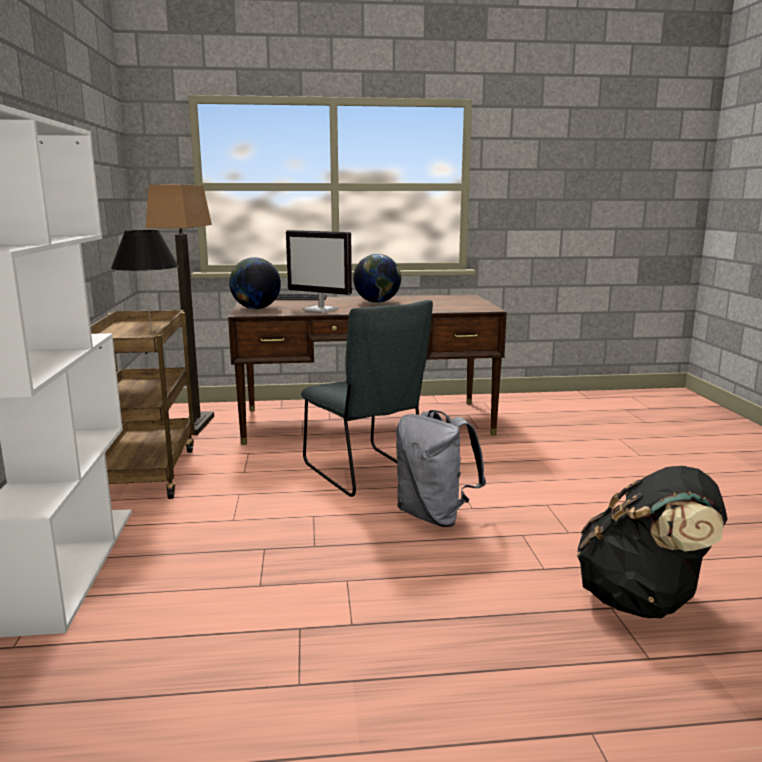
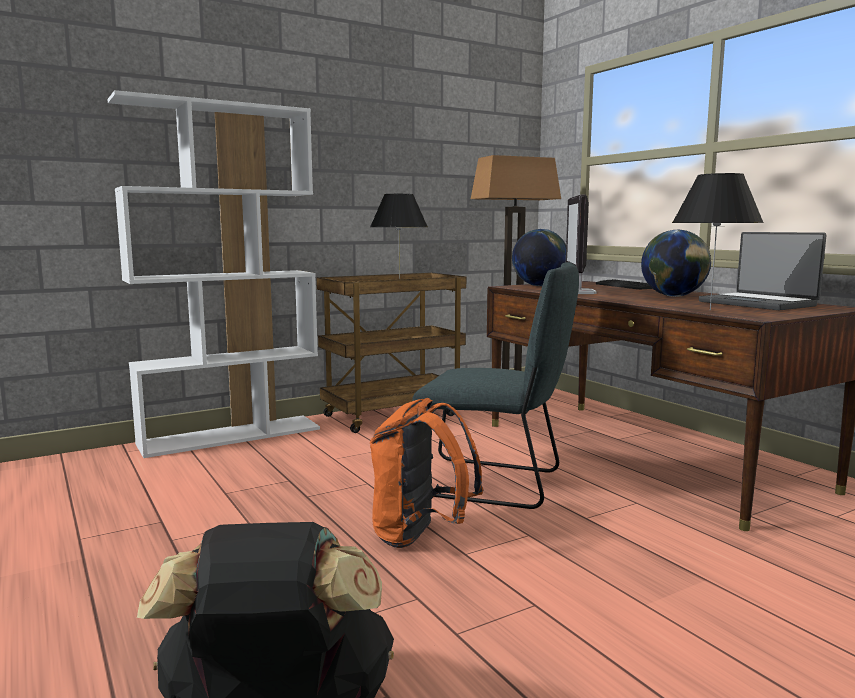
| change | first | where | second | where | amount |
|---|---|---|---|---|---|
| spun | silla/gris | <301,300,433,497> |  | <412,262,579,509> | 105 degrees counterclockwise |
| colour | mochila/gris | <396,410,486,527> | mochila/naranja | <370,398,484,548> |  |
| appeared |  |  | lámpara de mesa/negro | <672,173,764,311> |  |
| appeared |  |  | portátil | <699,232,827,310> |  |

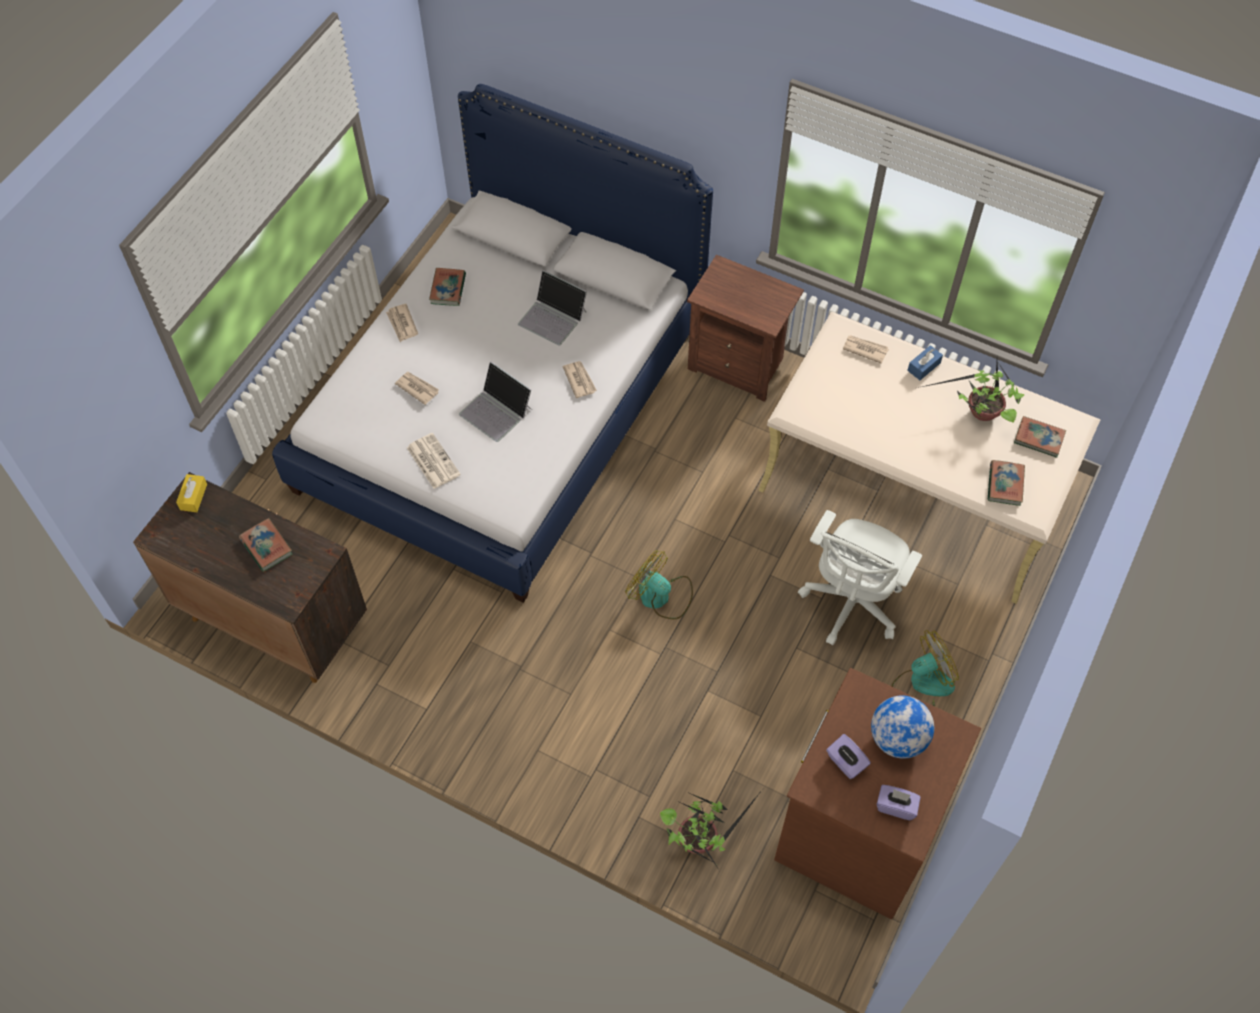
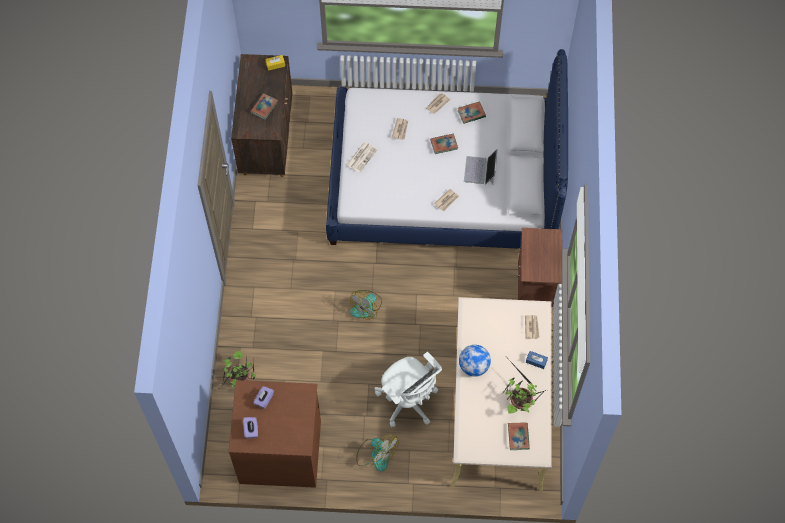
| change | first | where | second | where | amount |
|---|---|---|---|---|---|
| missing | portátil | <459,362,532,442> |  |  |  |
| relocated | libro | <988,460,1025,506> |  | <430,134,458,154> |  |
| spun | silla de oficina/blanco | <798,510,922,645> |  | <375,352,442,427> | 135 degrees counterclockwise |
| spun | ventilador | <625,550,693,619> |  | <350,290,382,320> | 150 degrees counterclockwise |
| relocated | globo terráqueo | <871,695,934,759> |  | <459,345,491,377> |  |

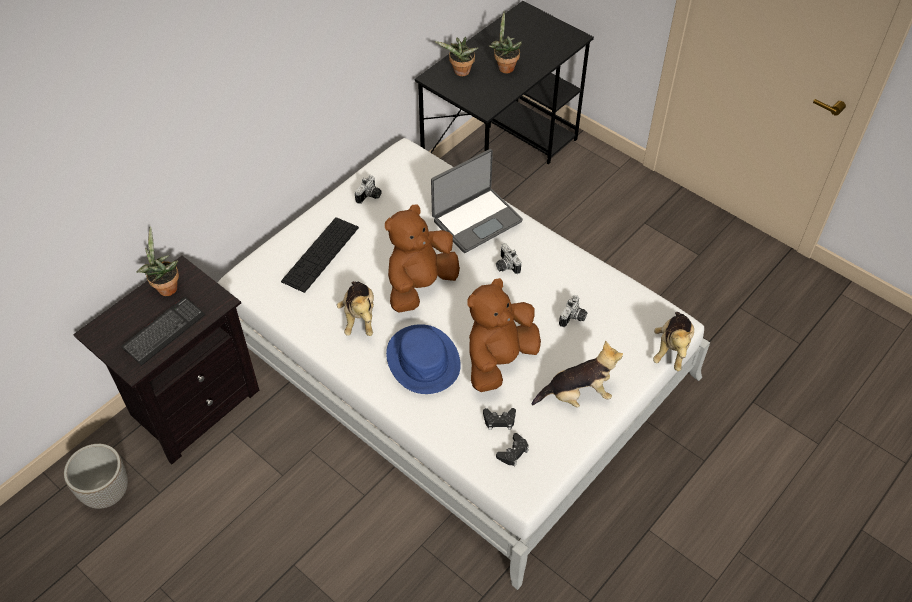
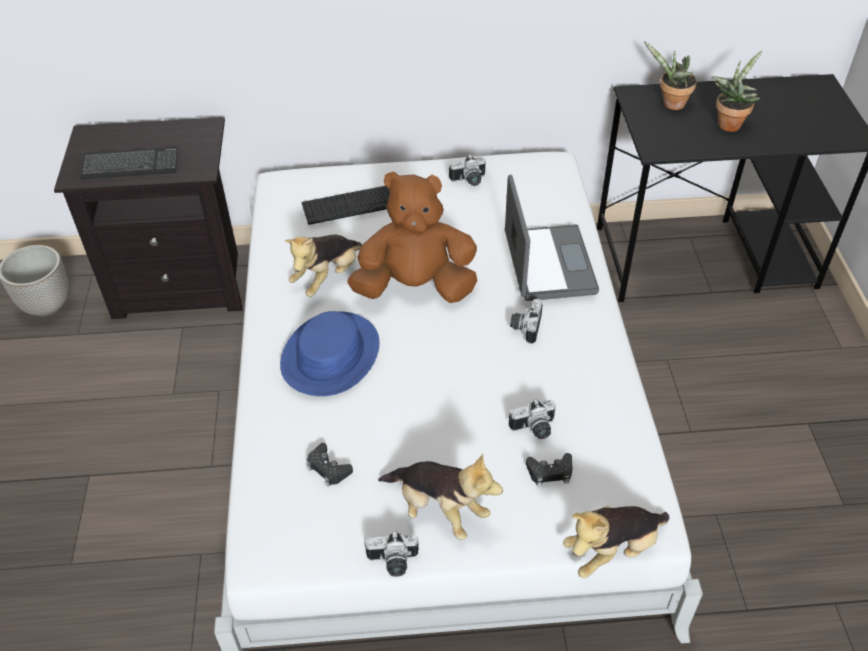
| change | first | where | second | where | amount |
|---|---|---|---|---|---|
| spun | portátil | <431,149,523,253> |  | <505,175,599,301> | 105 degrees counterclockwise |
| missing | planta en maceta | <136,226,179,296> |  |  |  |
| missing | peluche/marrón | <467,278,541,392> |  |  |  |
| relocated | mando de consola/negro | <496,433,529,466> |  | <526,453,573,486> |  |
| appeared |  |  | cámara | <365,531,419,577> |  |

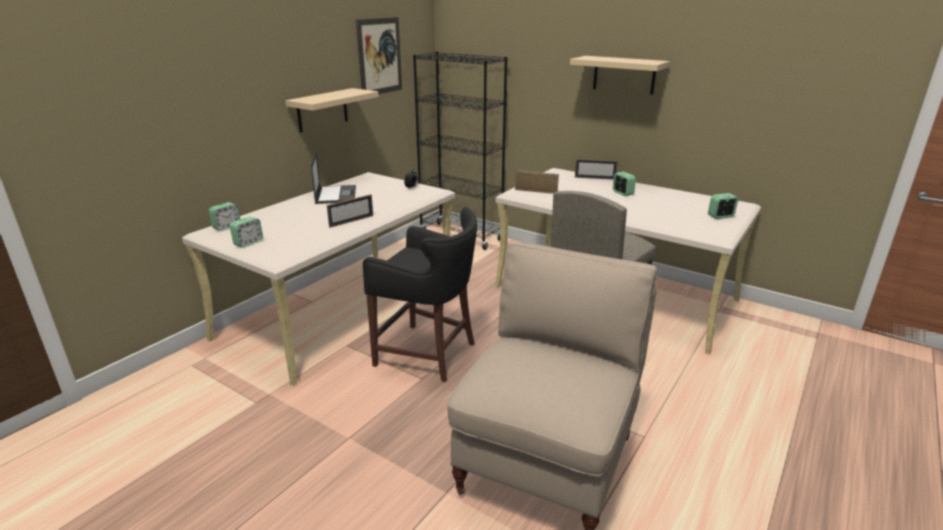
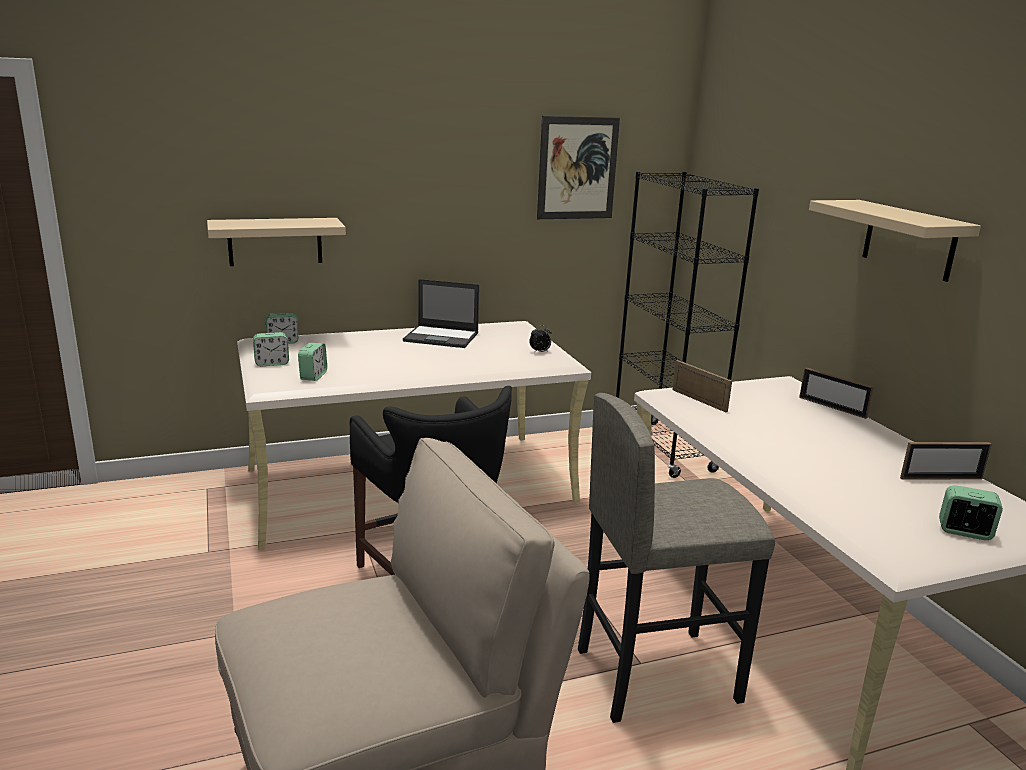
| change | first | where | second | where | amount |
|---|---|---|---|---|---|
| relocated | estante/beis | <285,88,379,133> |  | <207,218,346,266> |  |
| spun | portátil | <310,152,356,204> |  | <403,279,479,348> | 75 degrees clockwise |
| relocated | despertador | <613,172,636,196> |  | <298,343,327,381> |  |
| relocated | portarretratos | <327,194,373,228> |  | <900,442,992,480> |  |

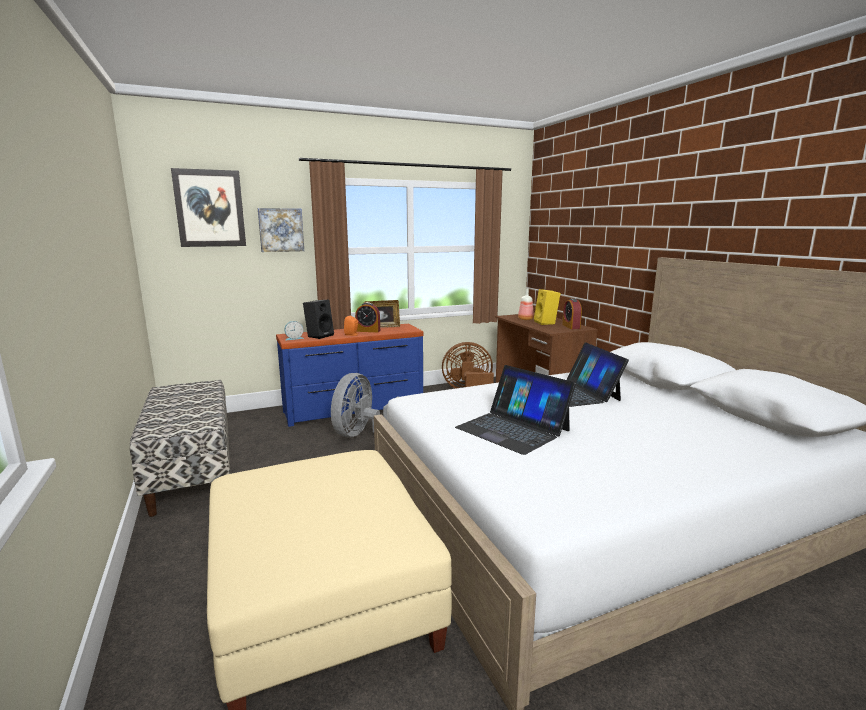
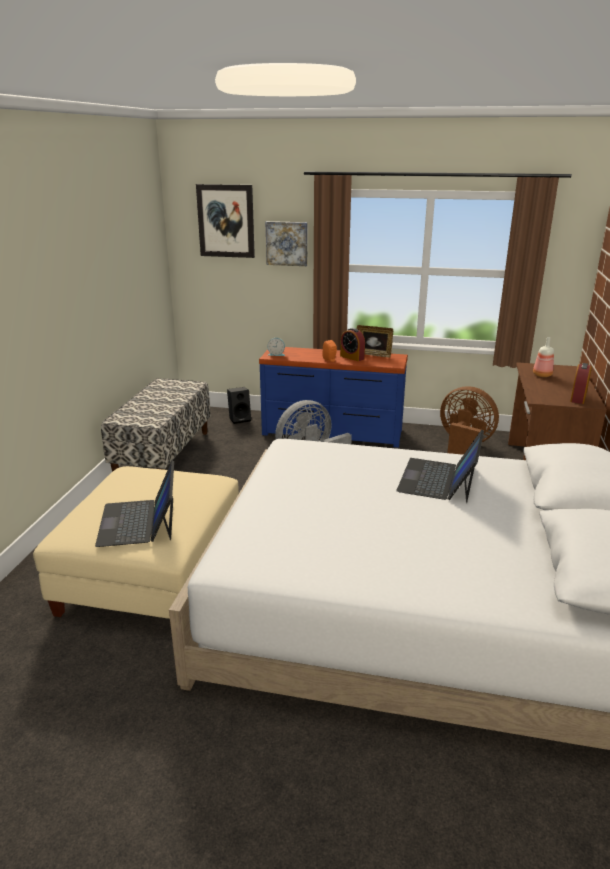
| change | first | where | second | where | amount |
|---|---|---|---|---|---|
| missing | altavoz/amarillo | <534,289,561,325> |  |  |  |
| relocated | altavoz/negro | <303,300,334,339> |  | <227,387,251,424> |  |
| relocated | portátil | <455,365,576,455> |  | <95,461,174,547> |  |

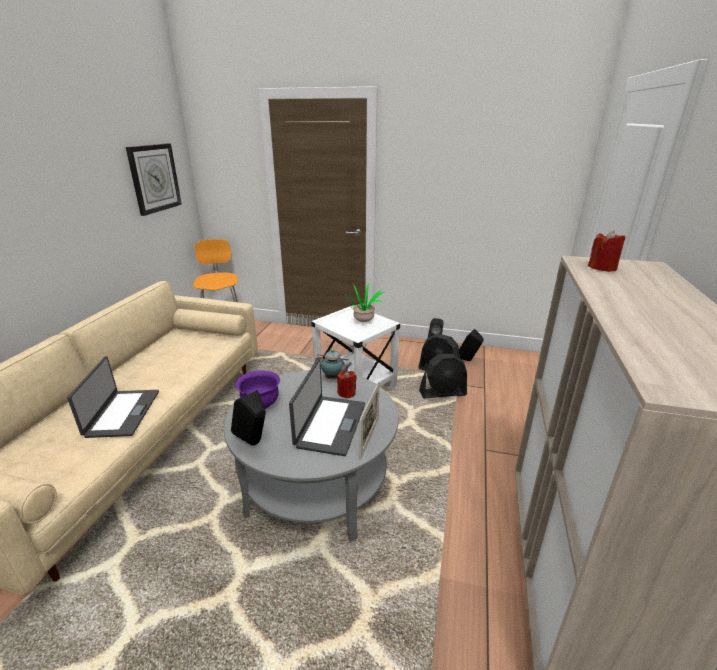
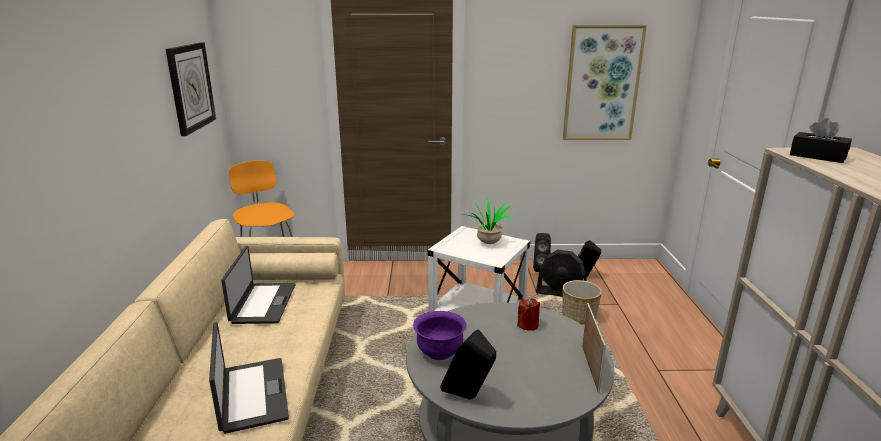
| change | first | where | second | where | amount |
|---|---|---|---|---|---|
| exchanged | vela/rojo | <588,230,625,272> | caja de pañuelos/negro | <790,118,852,163> |  |
| missing | tetera | <315,349,353,380> |  |  |  |
| exchanged | ventilador/negro | <419,353,467,399> | maceta | <562,280,602,325> |  |
| relocated | portátil | <289,358,365,456> |  | <221,246,295,324> |  |
| appeared |  |  | cuadro | <563,25,647,140> |  |

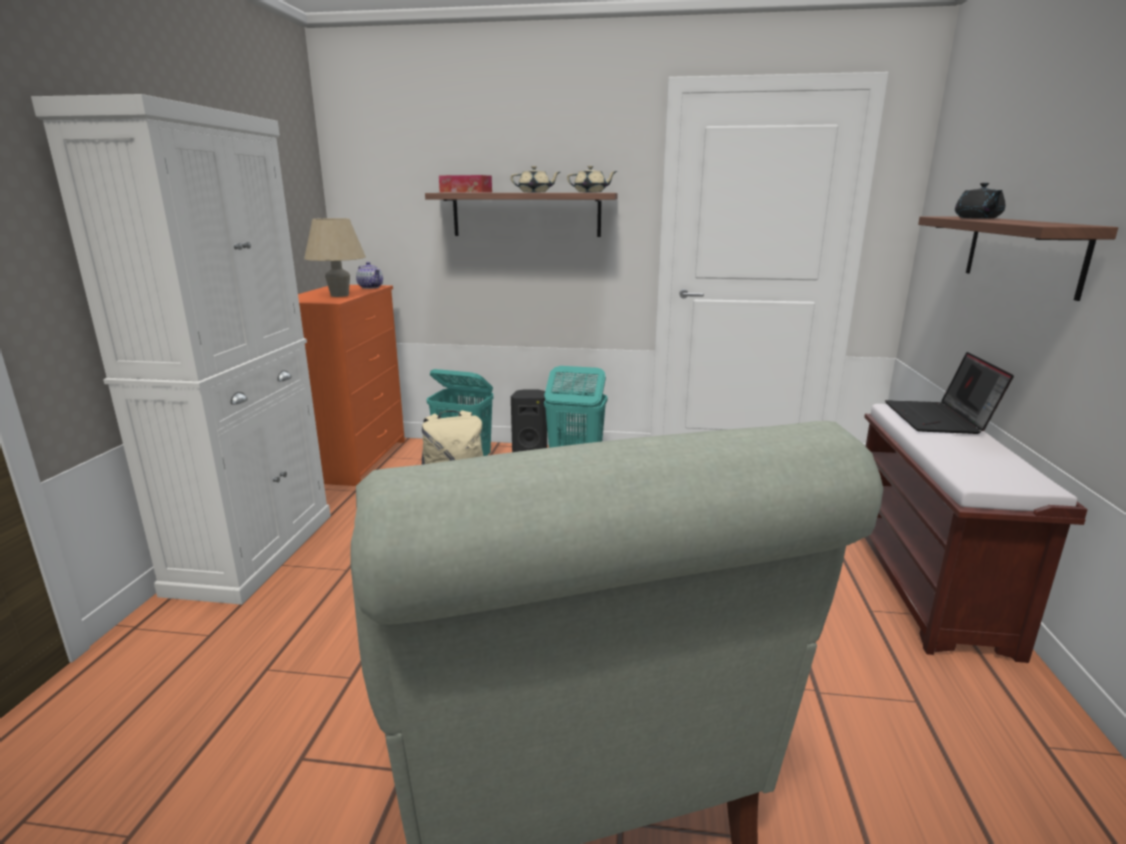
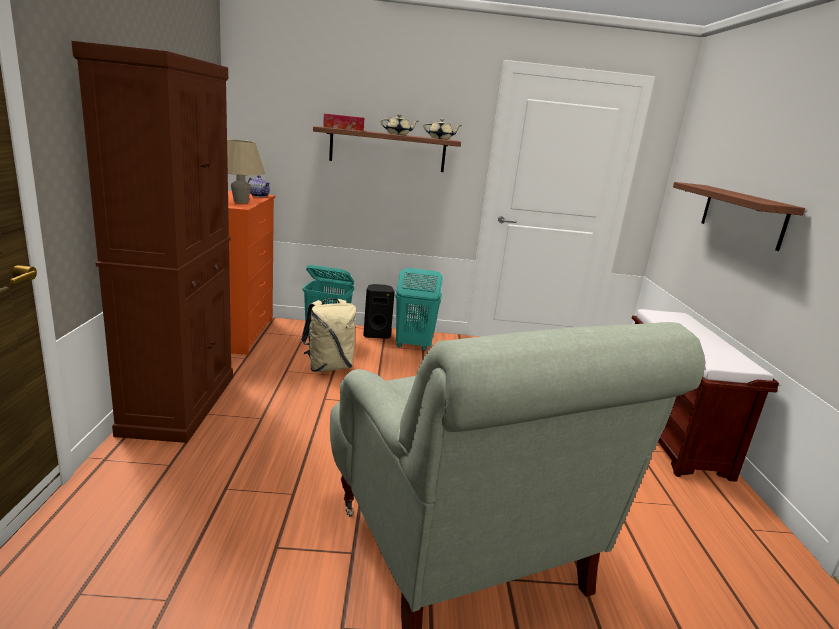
| change | first | where | second | where | amount |
|---|---|---|---|---|---|
| colour | armario/blanco | <31,94,331,605> | armario/marrón | <71,41,233,443> |  |
| missing | tetera/negro | <955,183,1005,219> |  |  |  |
| missing | portátil | <885,352,1014,434> |  |  |  |

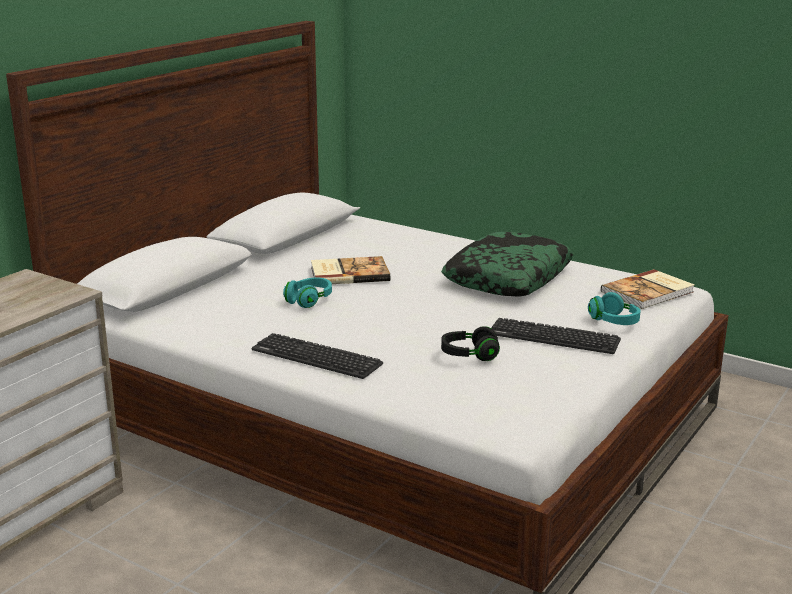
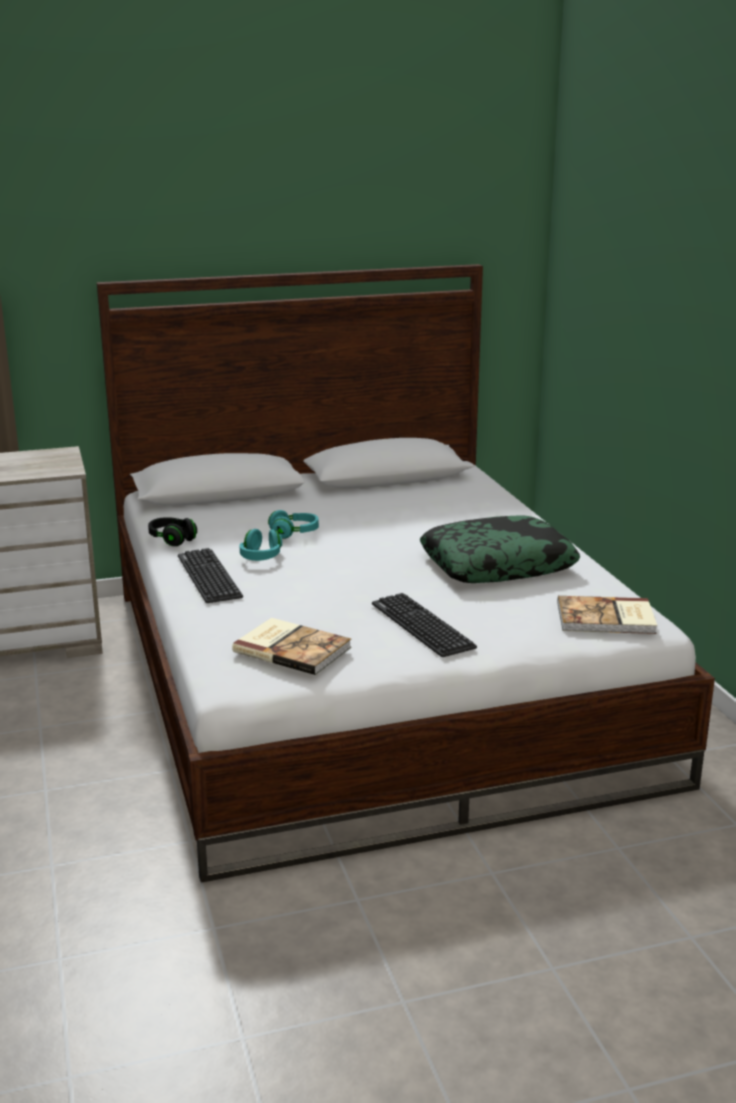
| change | first | where | second | where | amount |
|---|---|---|---|---|---|
| relocated | libro | <311,256,390,284> |  | <232,618,351,675> |  |
| relocated | auriculares/turquesa | <588,292,641,325> |  | <240,529,282,561> |  |
| relocated | auriculares/negro | <441,326,500,361> |  | <148,517,197,546> |  |

